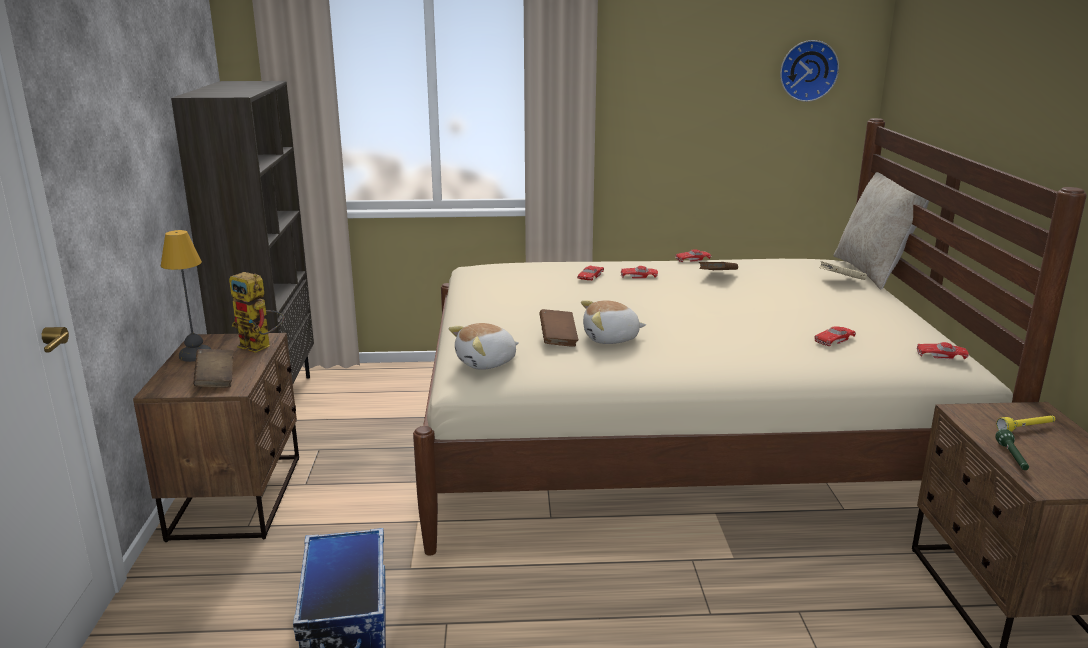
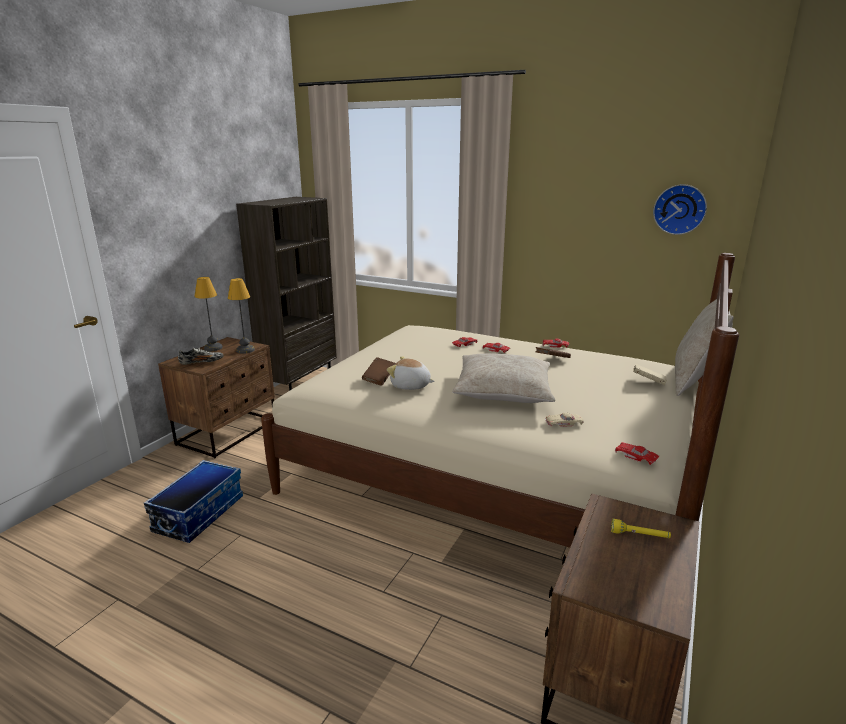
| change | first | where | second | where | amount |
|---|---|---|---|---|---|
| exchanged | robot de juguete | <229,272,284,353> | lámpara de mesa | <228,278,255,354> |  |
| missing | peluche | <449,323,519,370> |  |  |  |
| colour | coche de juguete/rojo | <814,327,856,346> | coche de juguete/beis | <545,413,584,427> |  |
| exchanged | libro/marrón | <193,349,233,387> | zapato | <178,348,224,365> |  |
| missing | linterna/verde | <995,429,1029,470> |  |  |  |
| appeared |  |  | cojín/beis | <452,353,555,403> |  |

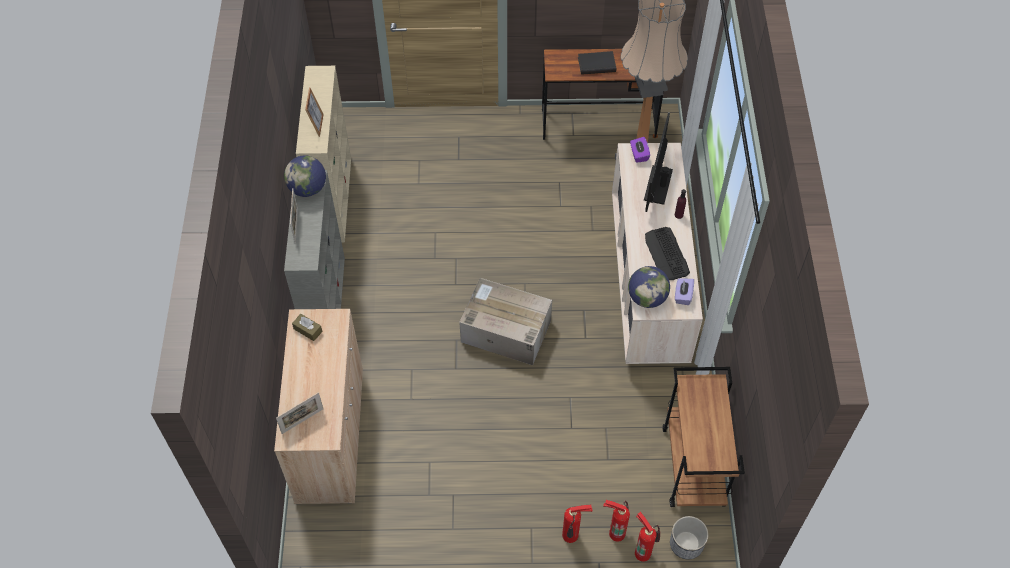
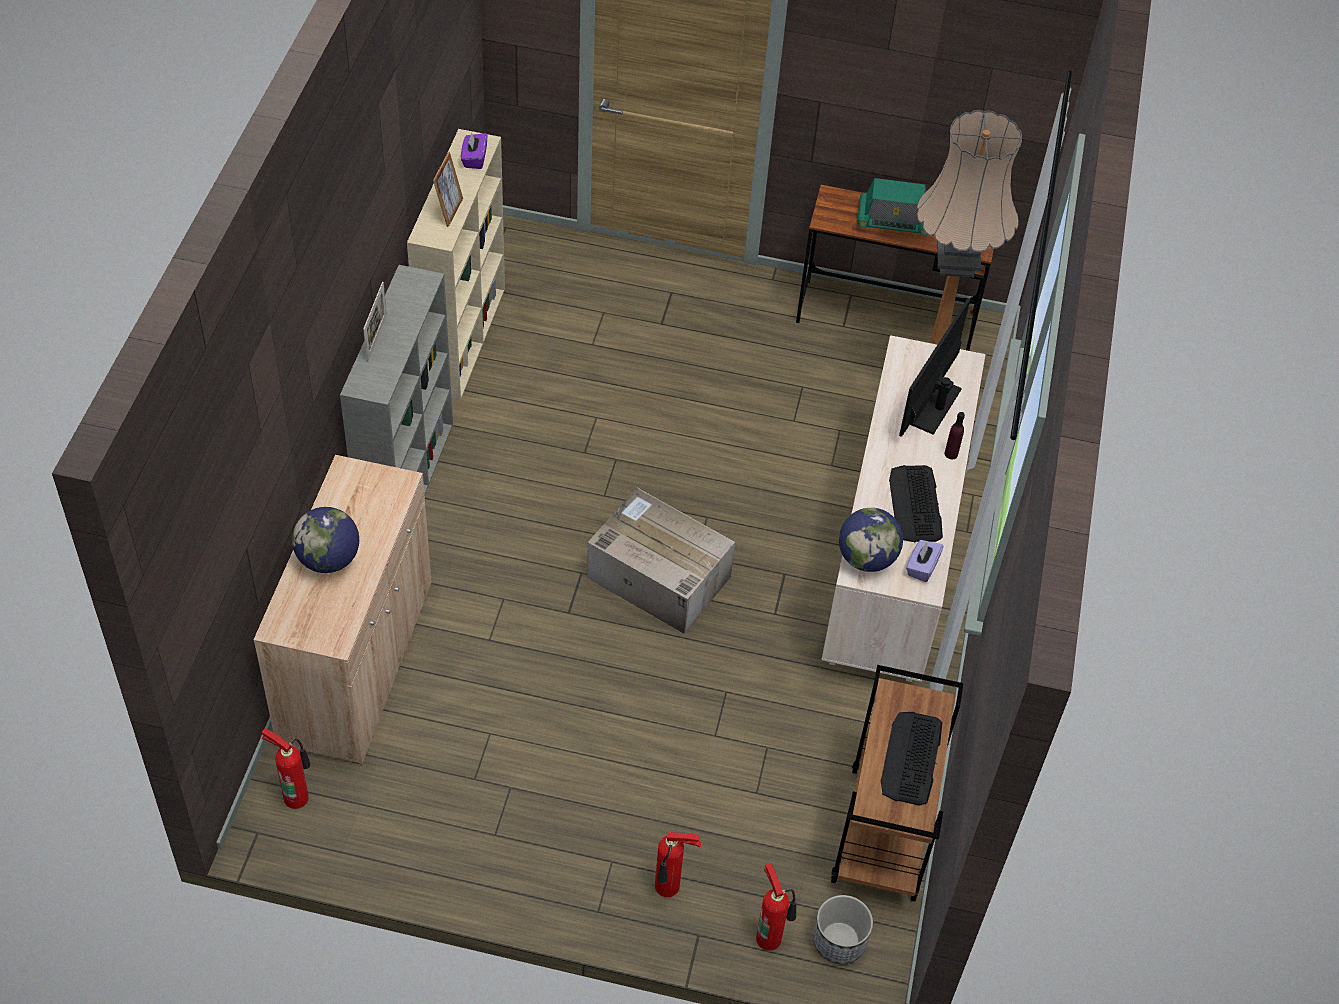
| change | first | where | second | where | amount |
|---|---|---|---|---|---|
| exchanged | libro/negro | <578,51,616,75> | radio | <857,178,928,236> |  |
| relocated | caja de pañuelos/morado | <630,137,650,163> |  | <461,132,488,169> |  |
| relocated | globo terráqueo | <284,155,326,197> |  | <292,507,359,573> |  |
| missing | caja de pañuelos/marrón | <292,314,322,341> |  |  |  |
| missing | portarretratos | <276,392,323,434> |  |  |  |
| relocated | extintor | <603,500,630,542> |  | <262,728,311,809> |  |
| appeared |  |  | teclado | <881,712,942,806> |  |

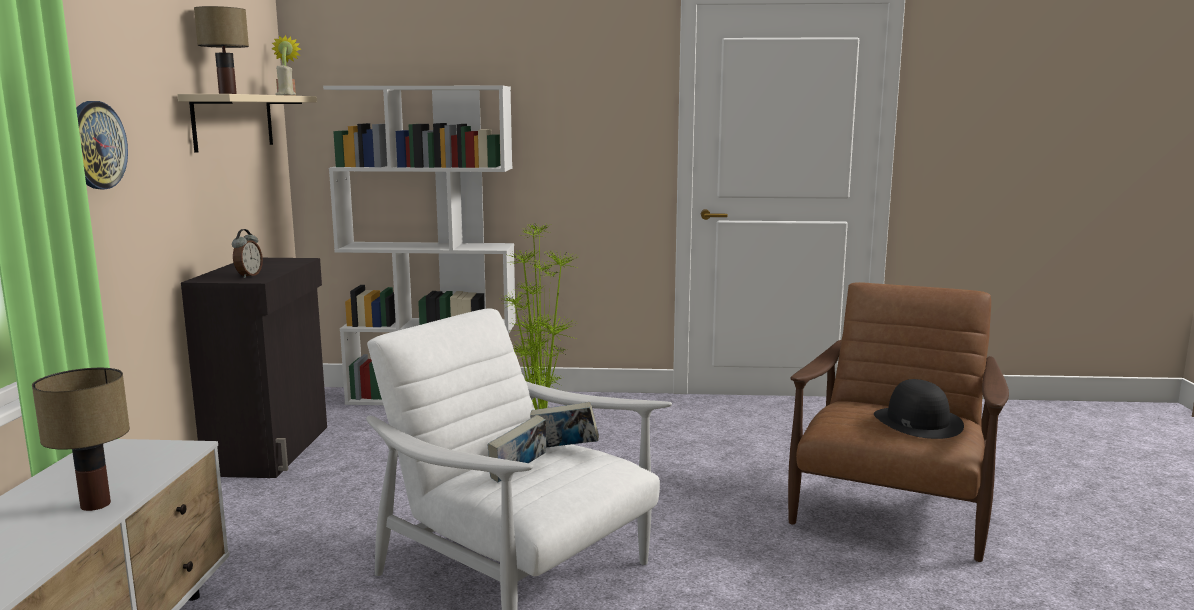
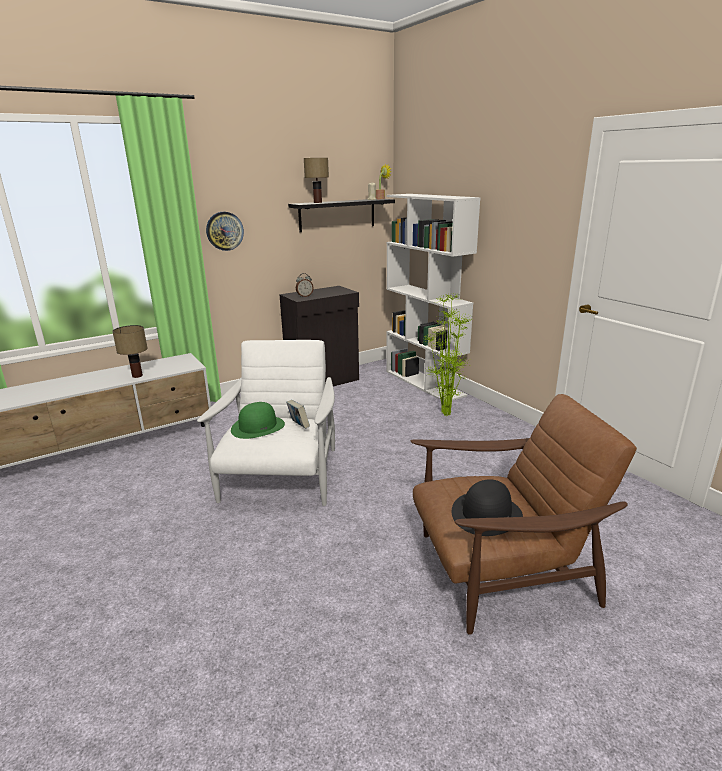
| change | first | where | second | where | amount |
|---|---|---|---|---|---|
| colour | estante/beis | <177,94,317,153> | estante/negro | <288,199,395,232> |  |
| exchanged | libro | <488,415,546,482> | sombrero/verde | <231,402,285,439> |  |

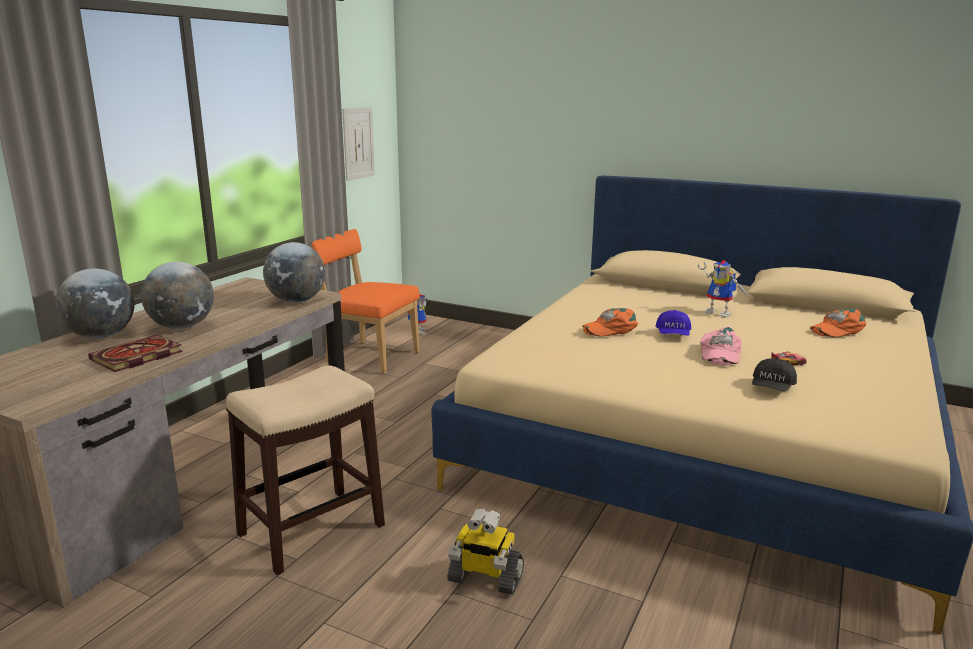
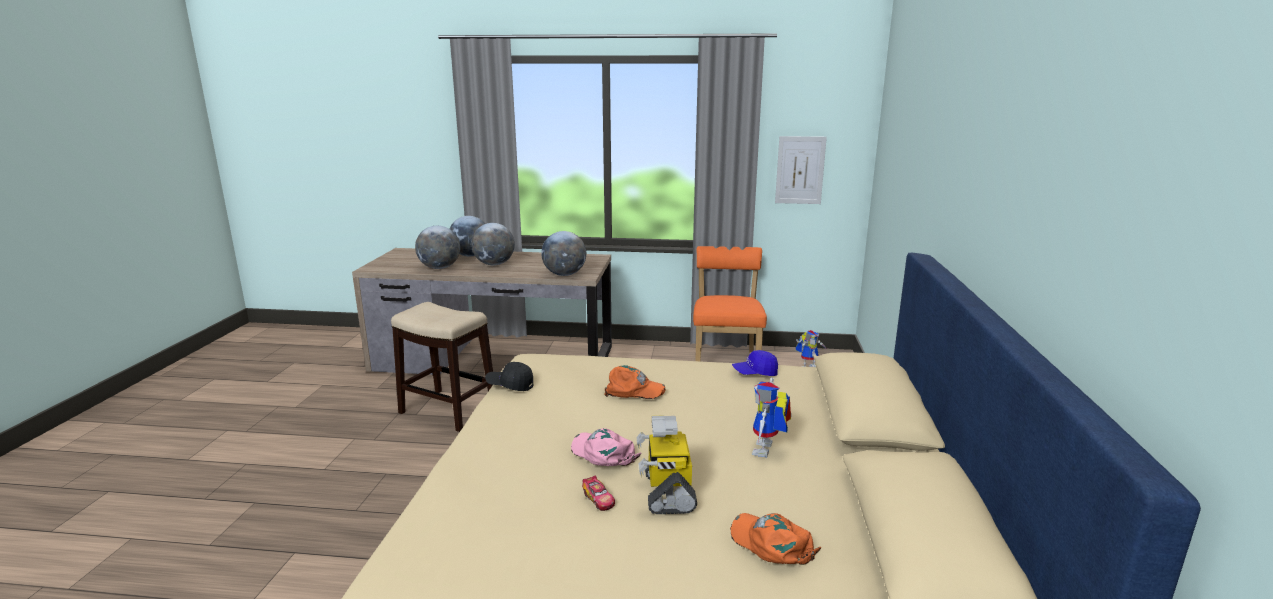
| change | first | where | second | where | amount |
|---|---|---|---|---|---|
| spun | gorra/naranja | <583,308,638,336> |  | <604,365,666,399> | 135 degrees clockwise |
| relocated | gorra/azul | <655,310,691,336> |  | <732,350,778,376> |  |
| spun | gorra/rosa | <700,327,742,366> |  | <571,428,641,466> | 45 degrees clockwise |
| exchanged | libro | <88,335,183,372> | globo terráqueo | <415,226,460,269> |  |
| relocated | gorra/negro | <752,358,797,391> |  | <485,362,534,391> |  |
| relocated | robot de juguete | <447,509,524,595> |  | <637,415,697,514> |  |

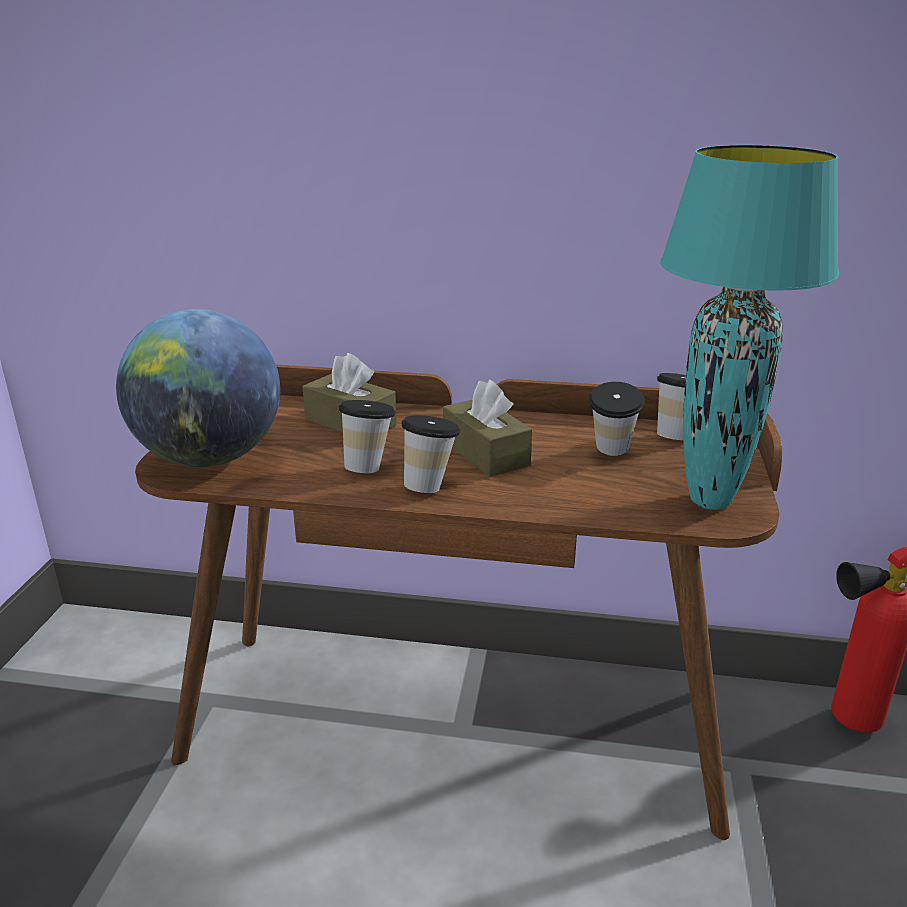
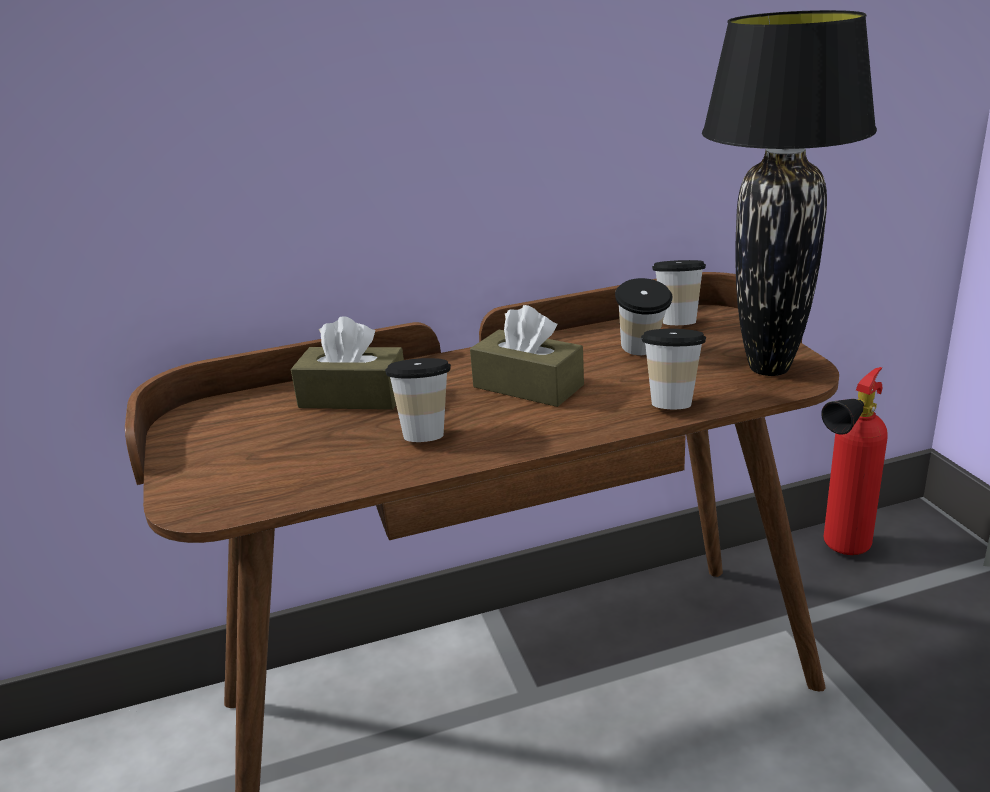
| change | first | where | second | where | amount |
|---|---|---|---|---|---|
| colour | lámpara de mesa/turquesa | <660,145,839,510> | lámpara de mesa/negro | <702,10,877,376> |  |
| missing | globo terráqueo | <116,309,280,467> |  |  |  |
| relocated | taza | <402,415,460,493> |  | <641,329,706,409> |  |

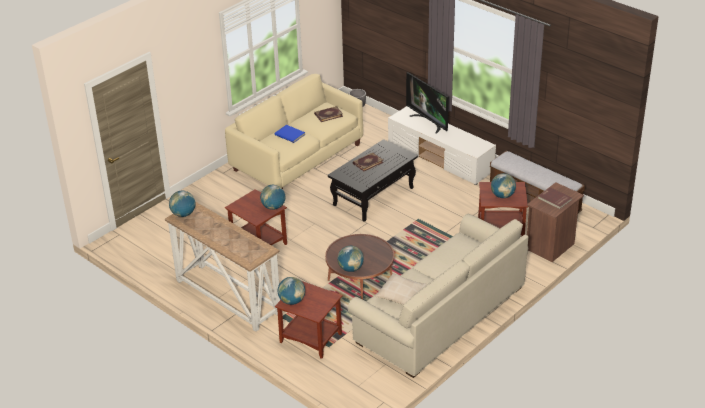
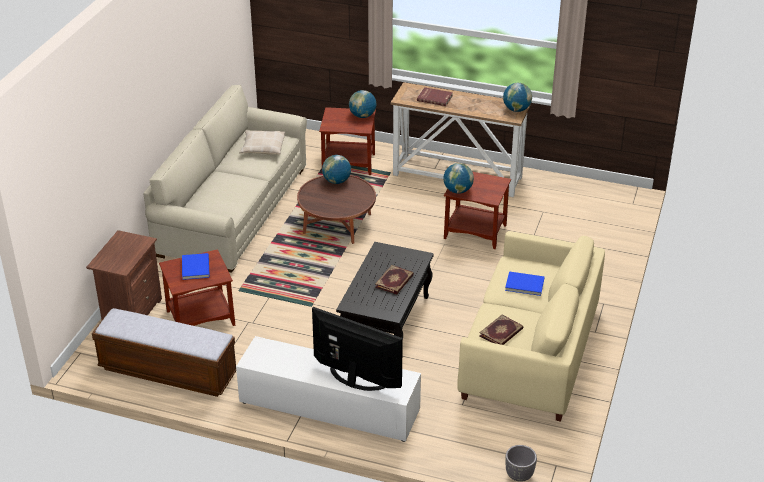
| change | first | where | second | where | amount |
|---|---|---|---|---|---|
| exchanged | globo terráqueo | <491,173,516,198> | libro/azul | <182,253,210,280> |  |
| relocated | libro/rojo | <538,187,572,209> |  | <417,87,453,106> |  |

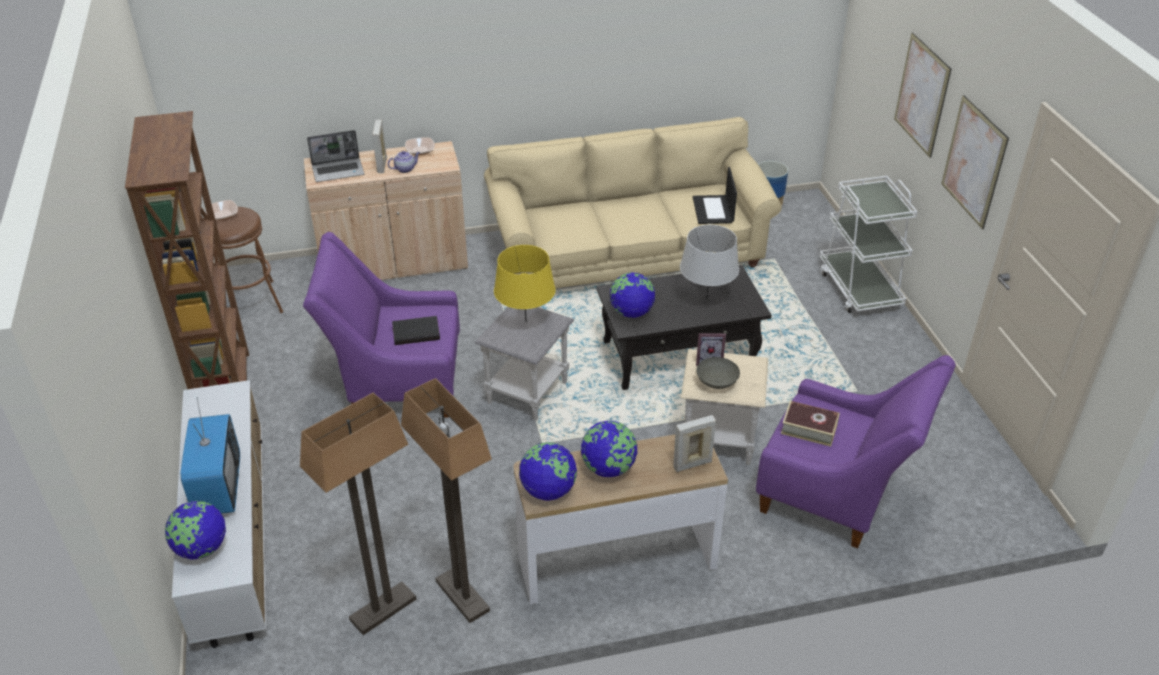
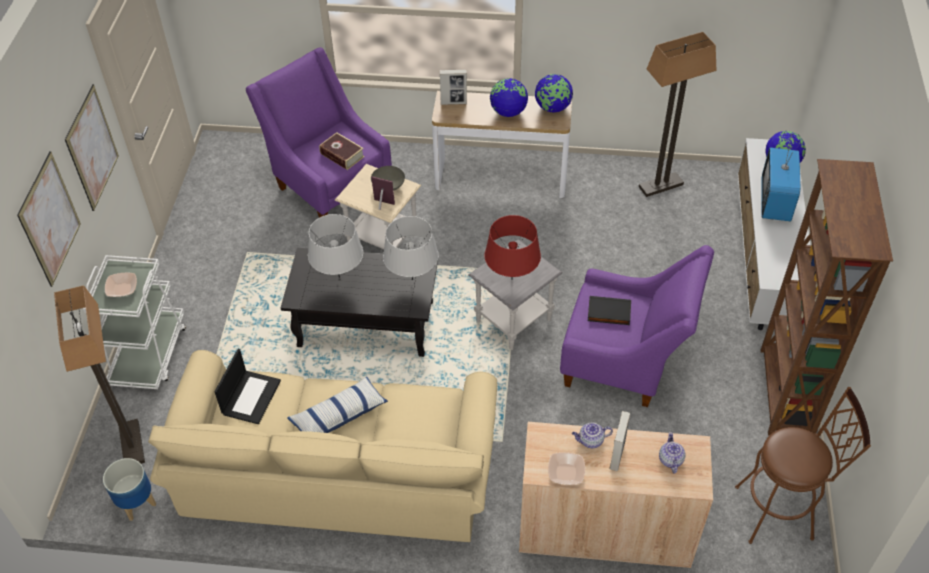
| change | first | where | second | where | amount |
|---|---|---|---|---|---|
| exchanged | portátil | <307,130,364,182> | tetera | <659,432,686,473> |  |
| relocated | cuenco | <205,200,238,221> |  | <105,273,137,297> |  |
| colour | lámpara de mesa/amarillo | <494,245,556,322> | lámpara de mesa/rojo | <485,215,541,280> |  |
| exchanged | globo terráqueo | <610,272,655,318> | lámpara de mesa/gris | <383,216,439,280> |  |
| relocated | lámpara de pie | <401,378,492,623> |  | <54,285,145,464> |  |
| appeared |  |  | cojín | <287,377,388,433> |  |

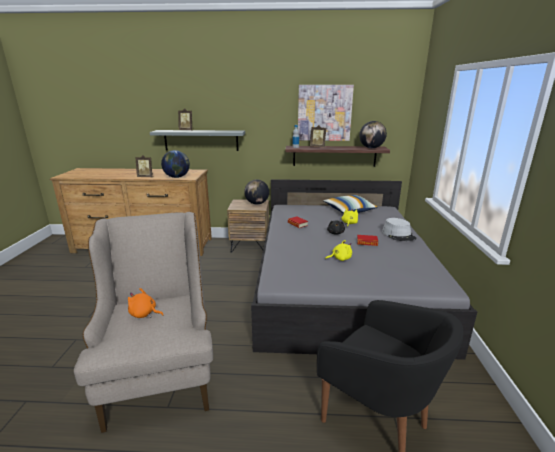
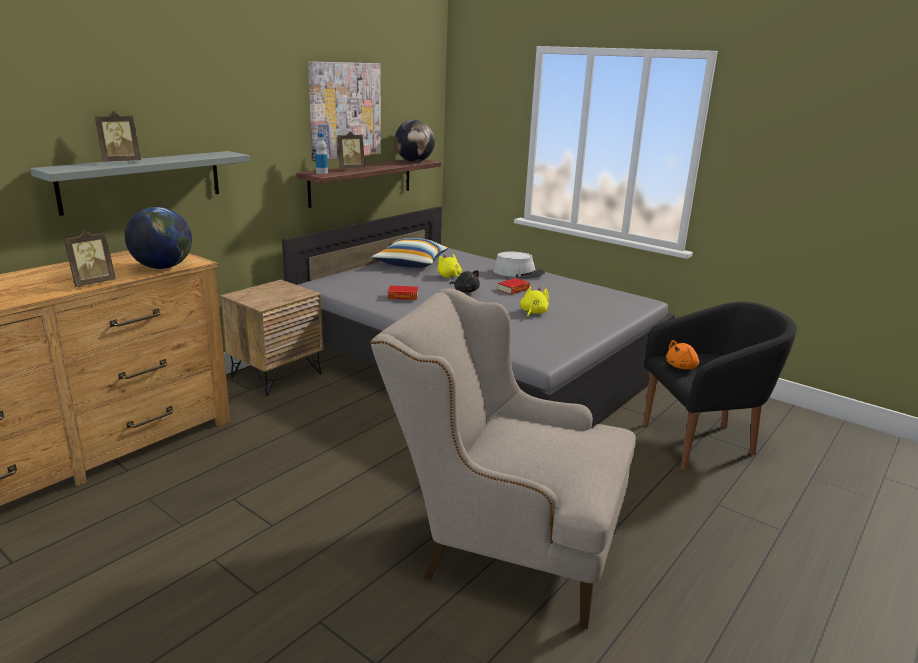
| change | first | where | second | where | amount |
|---|---|---|---|---|---|
| missing | globo terráqueo | <244,179,269,205> |  |  |  |
| relocated | peluche/naranja | <128,288,164,318> |  | <666,340,699,369> |  |

